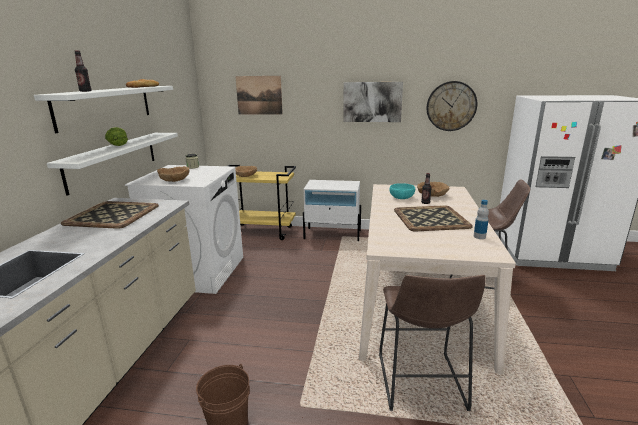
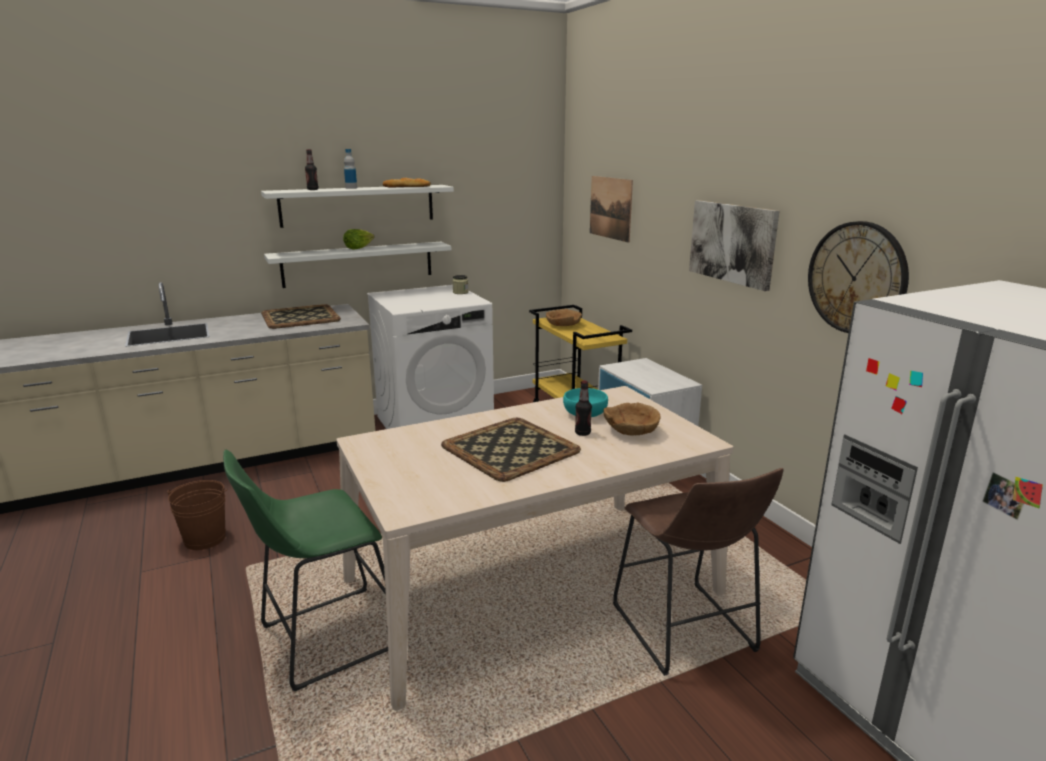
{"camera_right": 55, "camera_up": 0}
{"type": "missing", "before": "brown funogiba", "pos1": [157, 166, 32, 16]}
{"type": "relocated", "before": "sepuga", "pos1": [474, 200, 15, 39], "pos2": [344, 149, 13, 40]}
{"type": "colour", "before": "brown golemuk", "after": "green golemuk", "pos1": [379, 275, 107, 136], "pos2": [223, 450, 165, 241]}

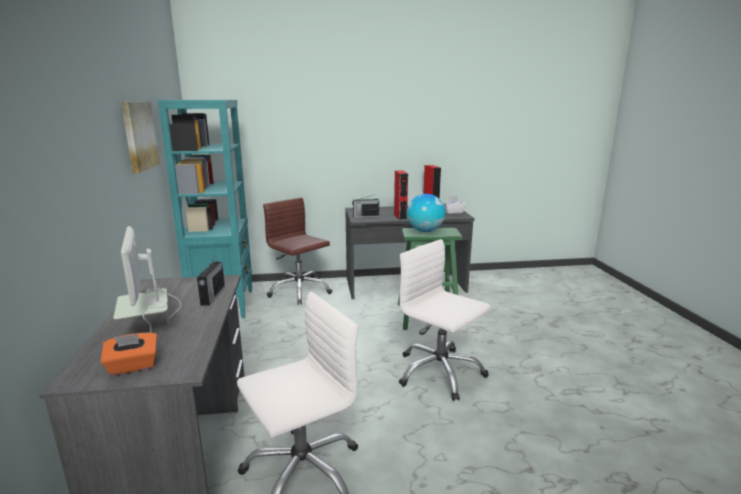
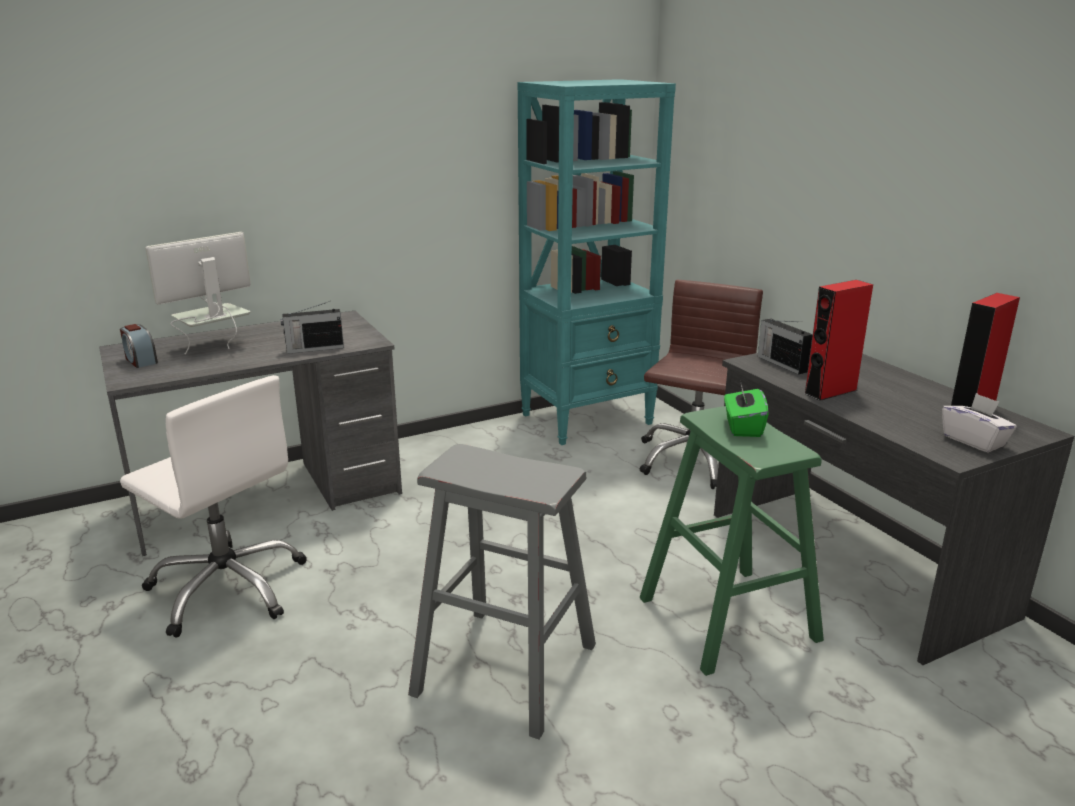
{"camera_right": 70, "camera_up": 5}
{"type": "missing", "before": "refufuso", "pos1": [121, 101, 39, 72]}
{"type": "exchanged", "before": "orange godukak", "after": "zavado", "pos1": [101, 333, 57, 42], "pos2": [120, 324, 38, 44]}
{"type": "exchanged", "before": "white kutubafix", "after": "grey golemuk", "pos1": [399, 239, 91, 162], "pos2": [408, 444, 188, 296]}
{"type": "exchanged", "before": "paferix", "after": "green godukak", "pos1": [407, 194, 38, 38], "pos2": [724, 384, 45, 53]}

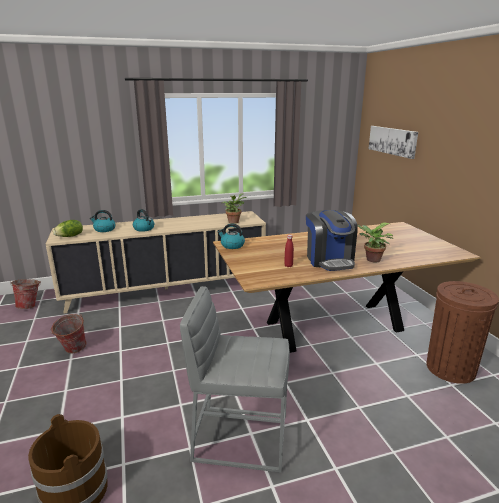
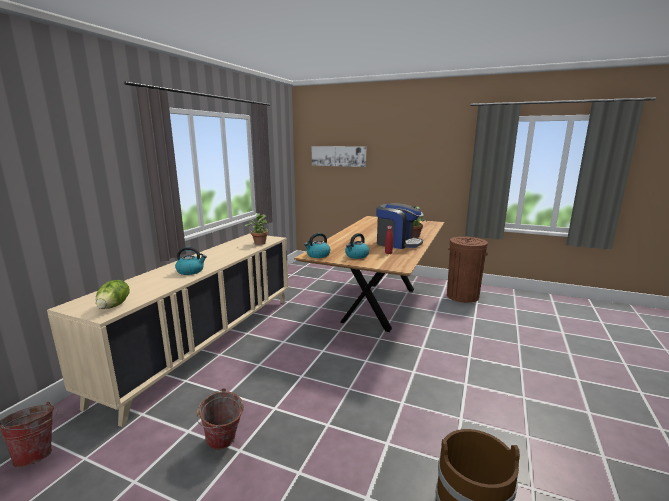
{"camera_right": -50, "camera_up": -5}
{"type": "missing", "before": "grey golemuk", "pos1": [180, 286, 110, 187]}
{"type": "relocated", "before": "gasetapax", "pos1": [90, 210, 26, 22], "pos2": [345, 233, 24, 26]}

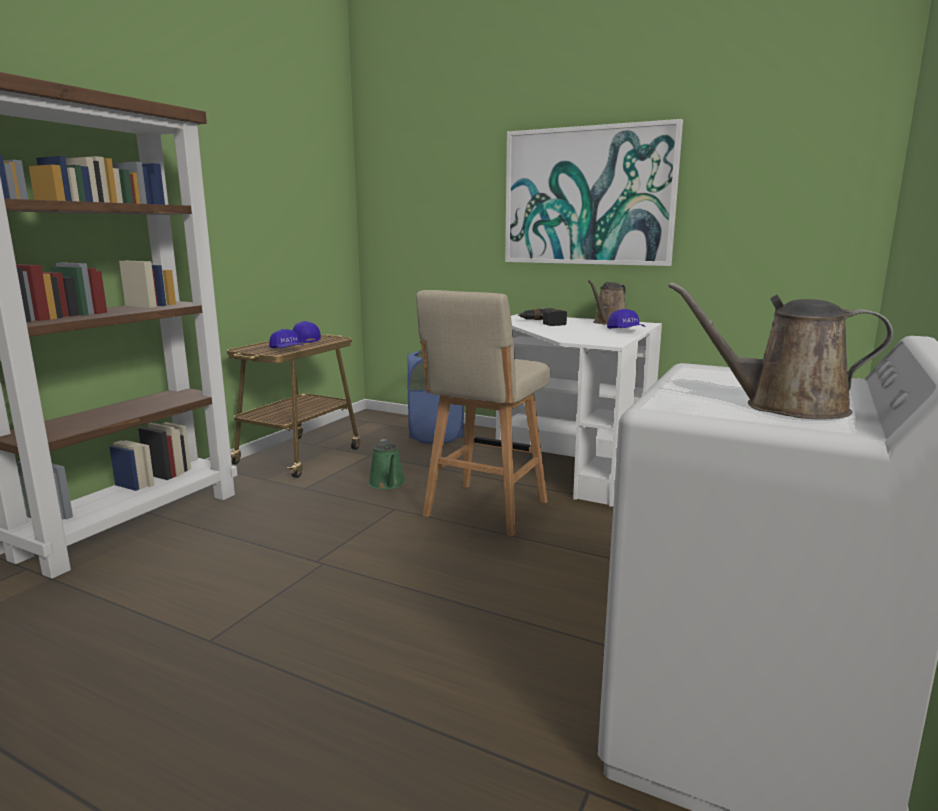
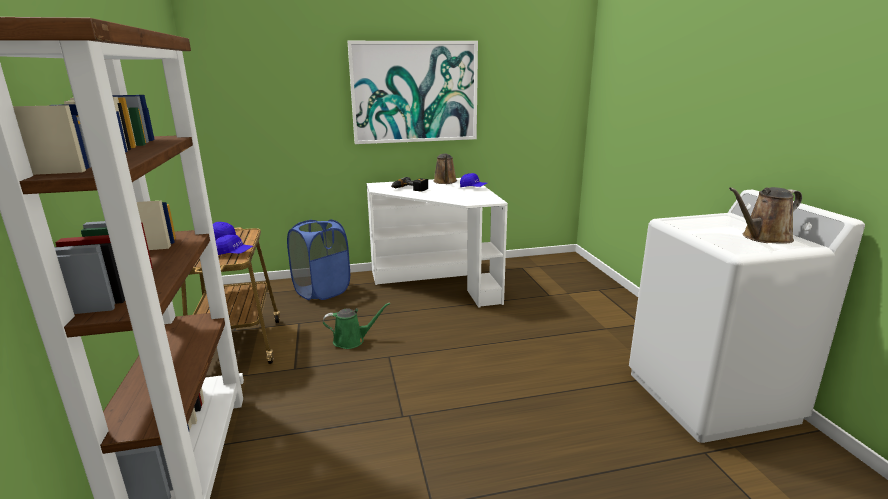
{"camera_right": -40, "camera_up": 5}
{"type": "missing", "before": "beige golemuk", "pos1": [416, 290, 134, 246]}
{"type": "spun", "before": "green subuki", "pos1": [368, 439, 38, 51], "pos2": [323, 303, 67, 46], "turn": -45}

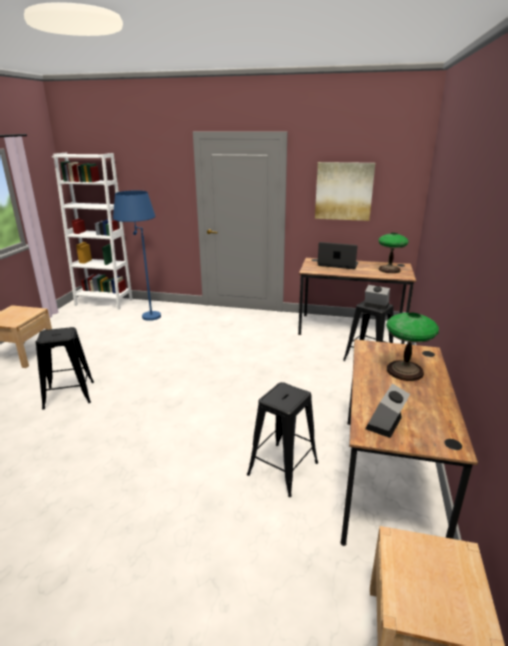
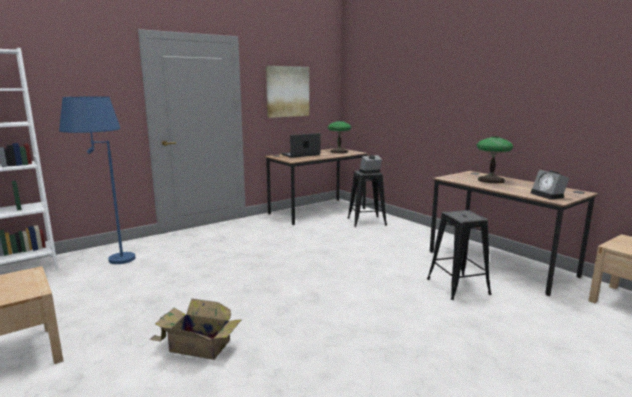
{"camera_right": -50, "camera_up": -10}
{"type": "exchanged", "before": "black golemuk", "after": "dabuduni", "pos1": [36, 327, 58, 83], "pos2": [149, 299, 93, 61]}

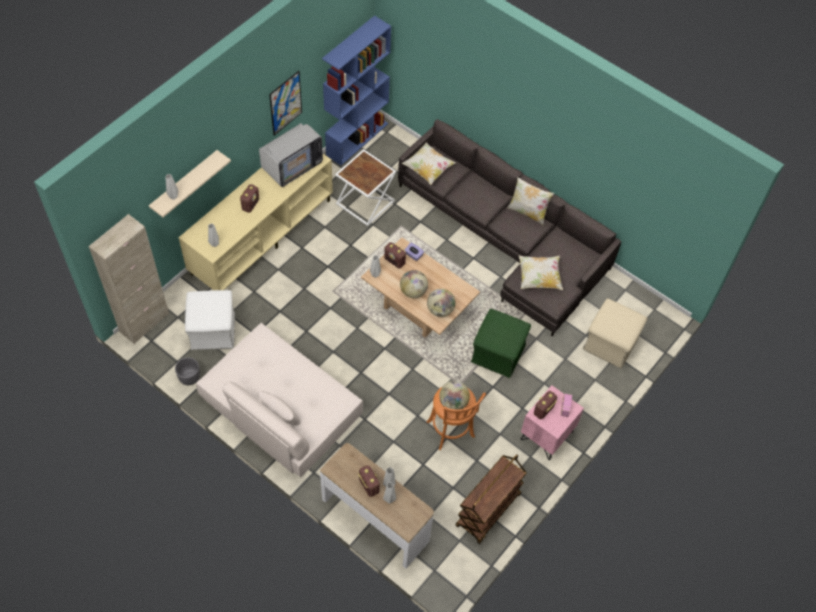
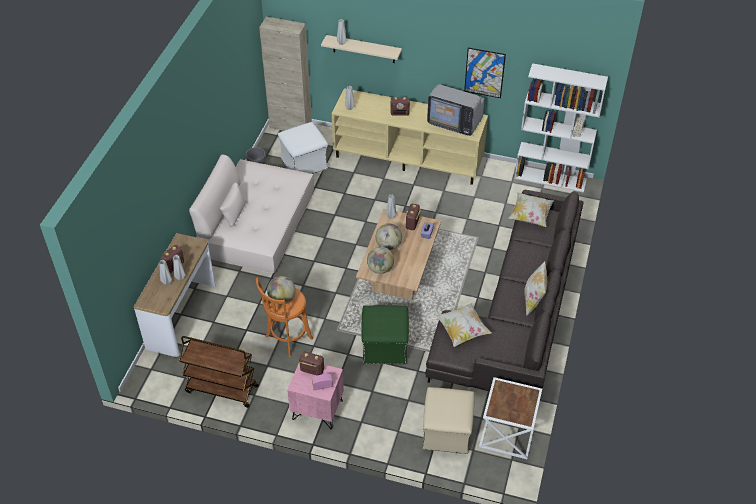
{"camera_right": 70, "camera_up": -10}
{"type": "relocated", "before": "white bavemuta", "pos1": [335, 149, 61, 77], "pos2": [479, 377, 63, 82]}
{"type": "colour", "before": "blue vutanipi", "after": "white vutanipi", "pos1": [322, 16, 69, 149], "pos2": [514, 63, 94, 130]}

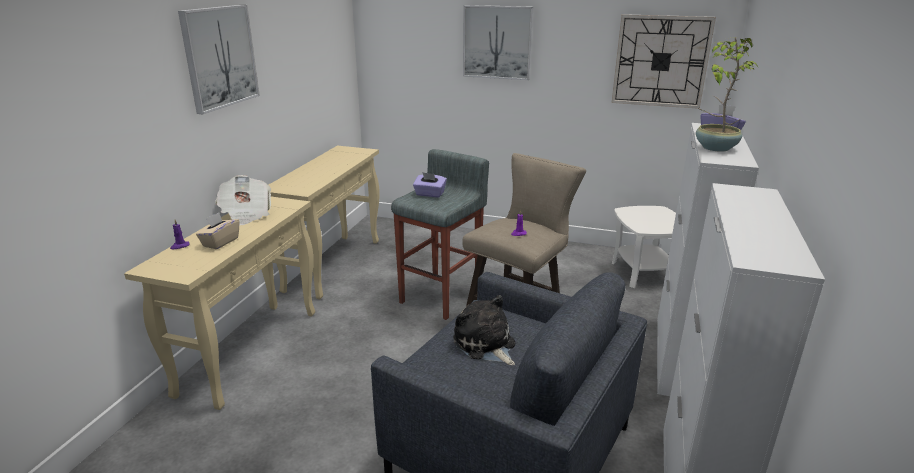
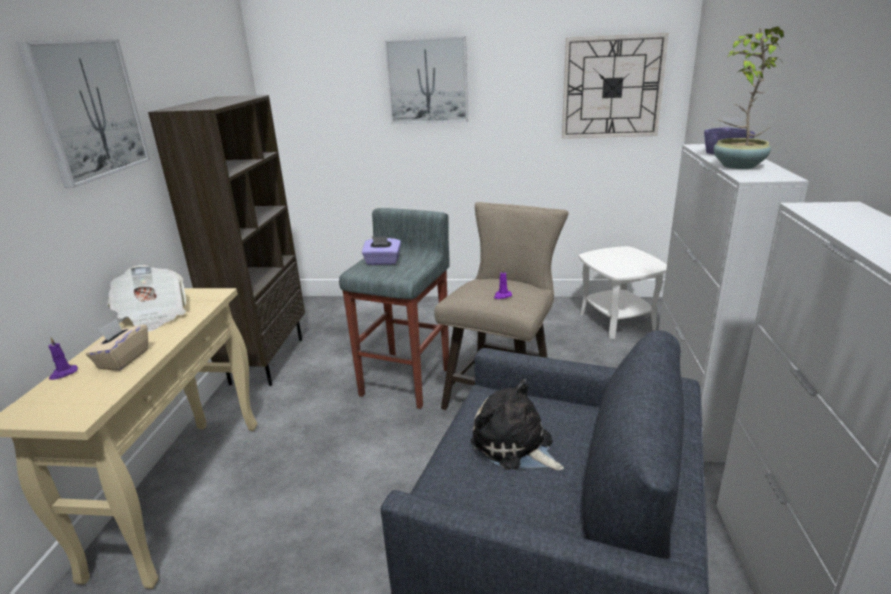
{"camera_right": -10, "camera_up": 0}
{"type": "exchanged", "before": "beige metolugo", "after": "brown vutanipi", "pos1": [268, 146, 112, 153], "pos2": [148, 95, 157, 291]}

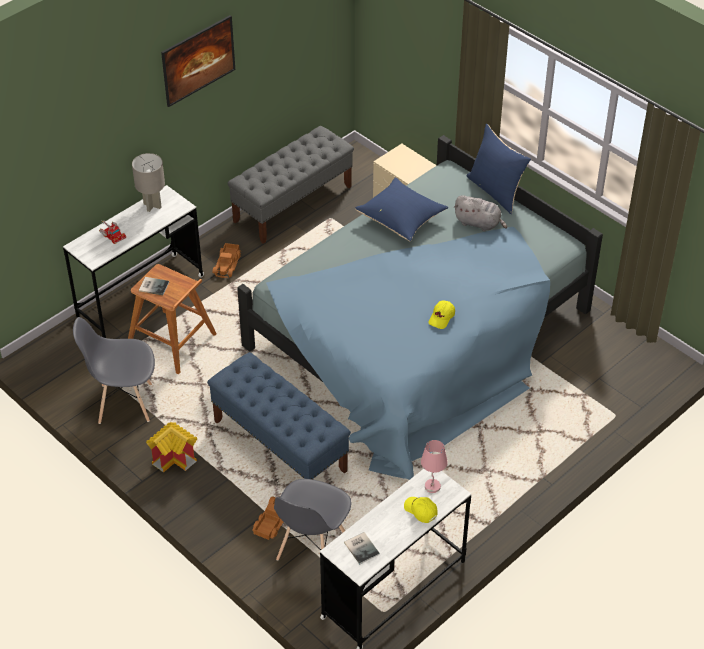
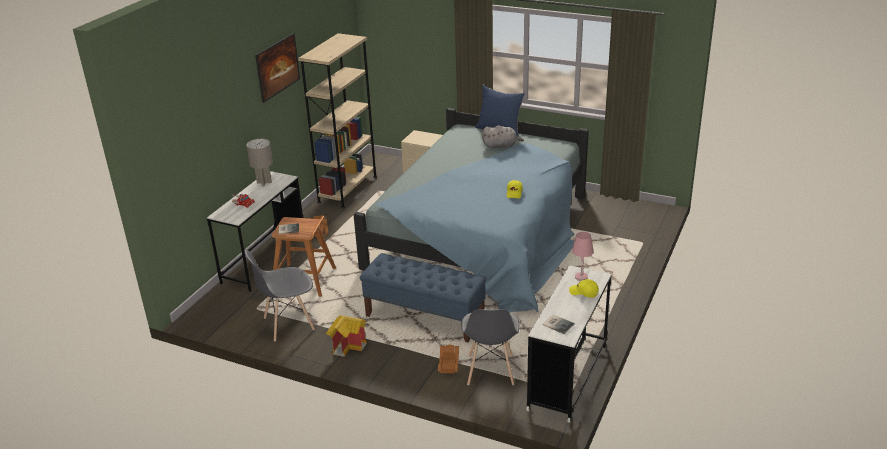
{"camera_right": -20, "camera_up": -15}
{"type": "missing", "before": "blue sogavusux", "pos1": [355, 177, 93, 64]}
{"type": "exchanged", "before": "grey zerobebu", "after": "beige vutanipi", "pos1": [227, 126, 127, 118], "pos2": [298, 33, 79, 175]}

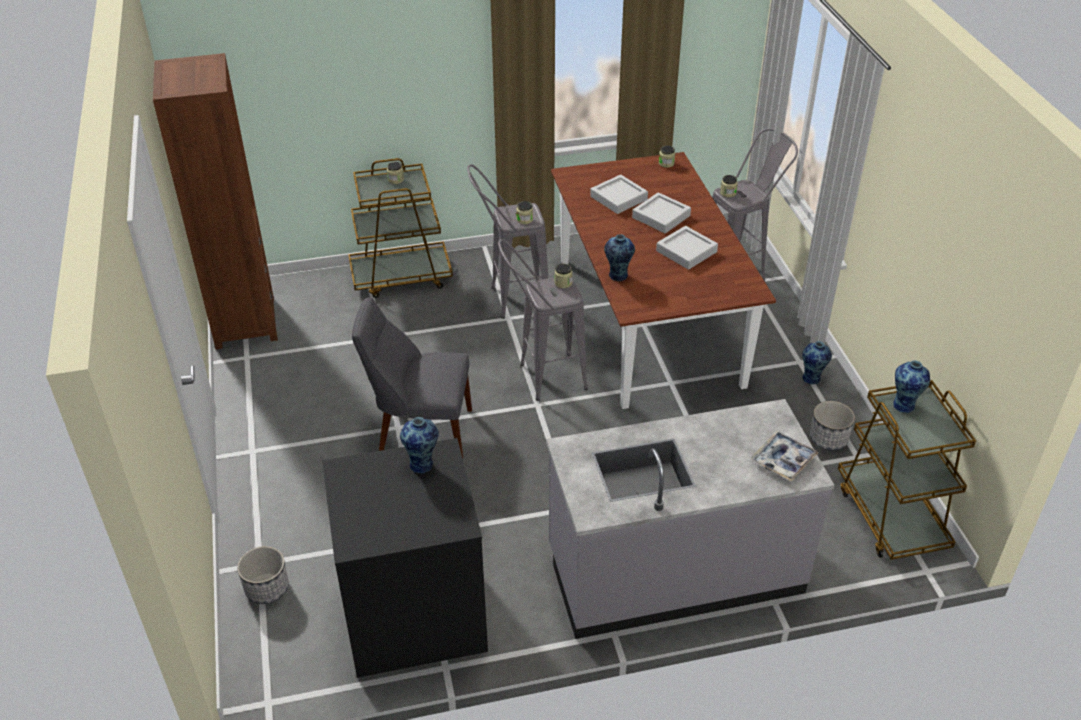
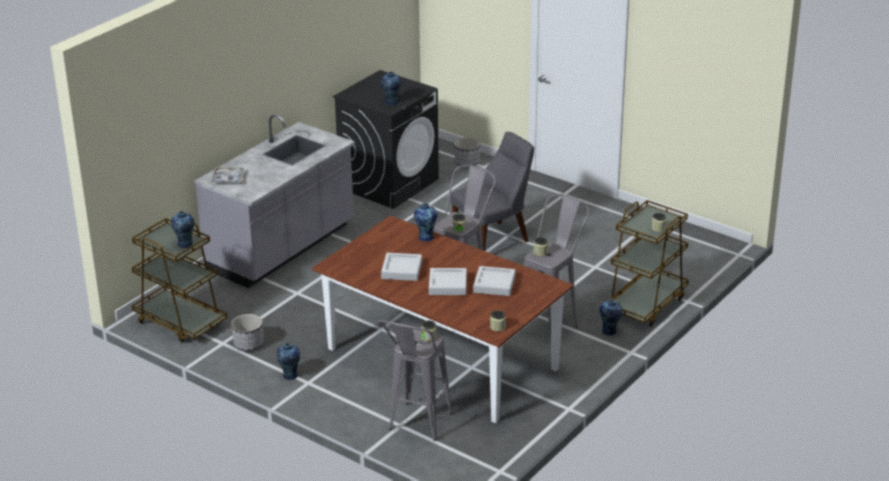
{"camera_right": 140, "camera_up": -10}
{"type": "missing", "before": "brown vutanipi", "pos1": [153, 53, 125, 296]}
{"type": "appeared", "after": "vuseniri", "pos2": [600, 299, 23, 37]}

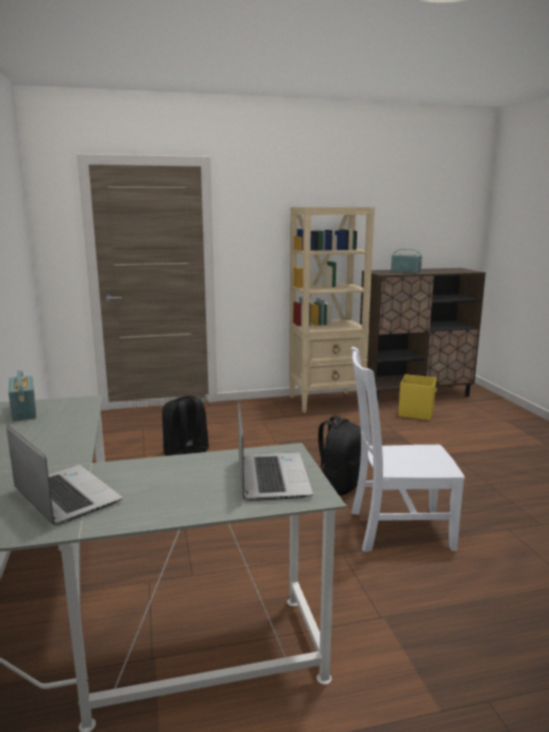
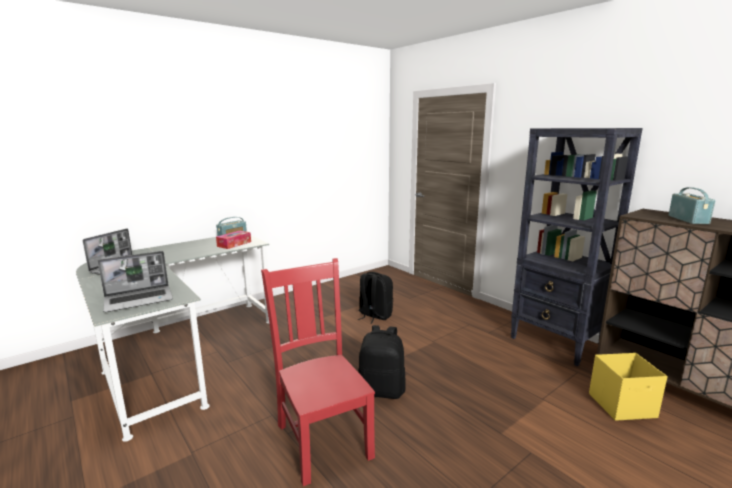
{"camera_right": 65, "camera_up": 0}
{"type": "appeared", "after": "godukak", "pos2": [216, 231, 35, 18]}
{"type": "colour", "before": "beige vutanipi", "after": "black vutanipi", "pos1": [289, 207, 86, 206], "pos2": [511, 128, 132, 238]}
{"type": "colour", "before": "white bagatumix", "after": "red bagatumix", "pos1": [351, 347, 114, 205], "pos2": [261, 258, 114, 228]}

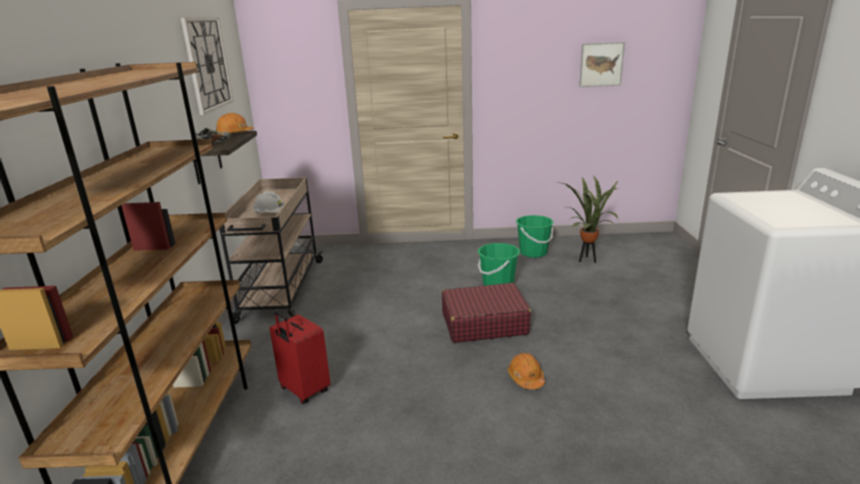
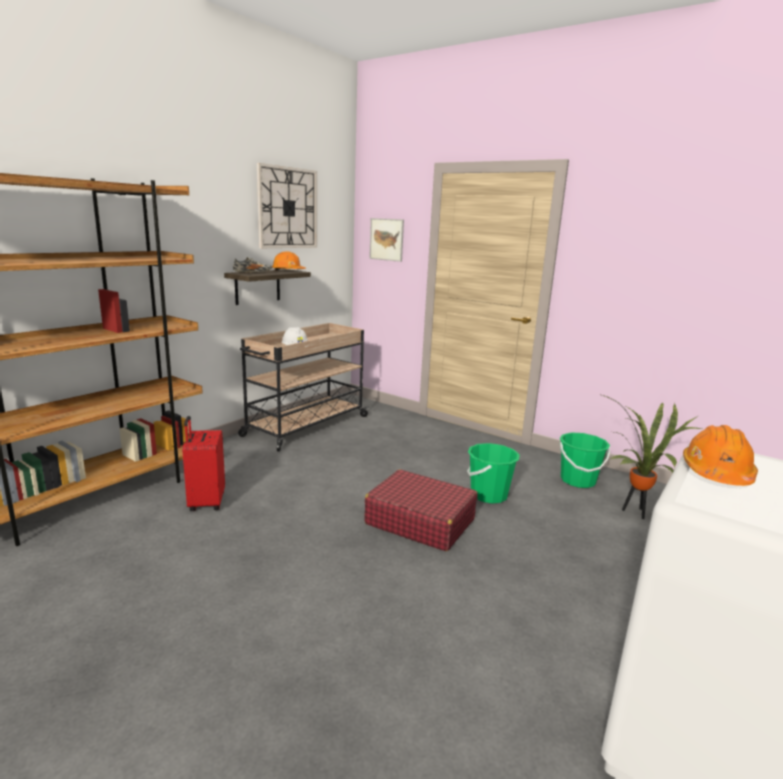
{"camera_right": 35, "camera_up": -5}
{"type": "relocated", "before": "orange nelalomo", "pos1": [508, 353, 37, 36], "pos2": [683, 425, 75, 61]}
{"type": "relocated", "before": "refufuso", "pos1": [579, 42, 46, 45], "pos2": [369, 218, 35, 44]}

